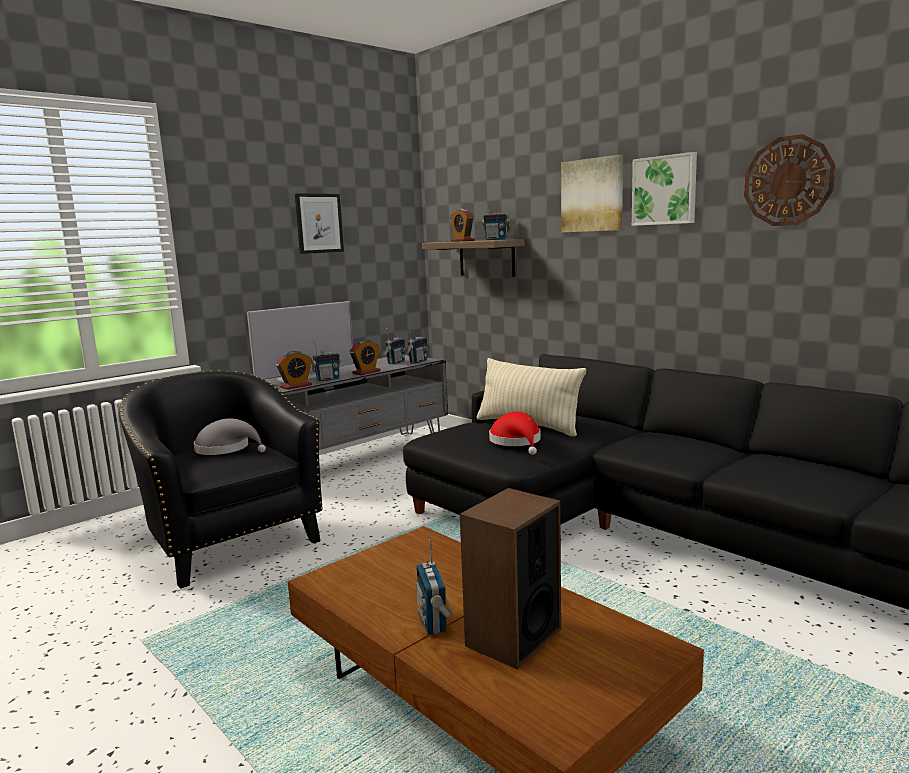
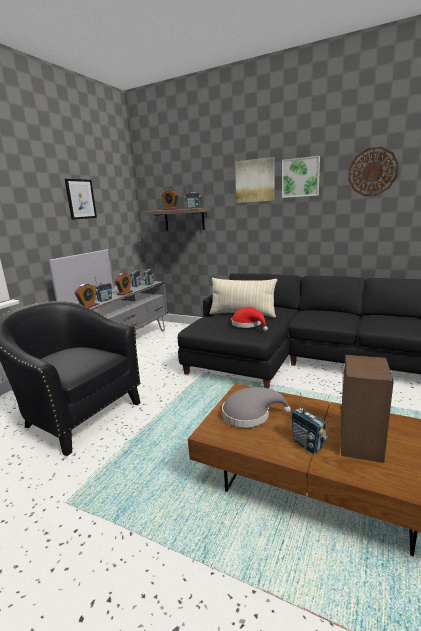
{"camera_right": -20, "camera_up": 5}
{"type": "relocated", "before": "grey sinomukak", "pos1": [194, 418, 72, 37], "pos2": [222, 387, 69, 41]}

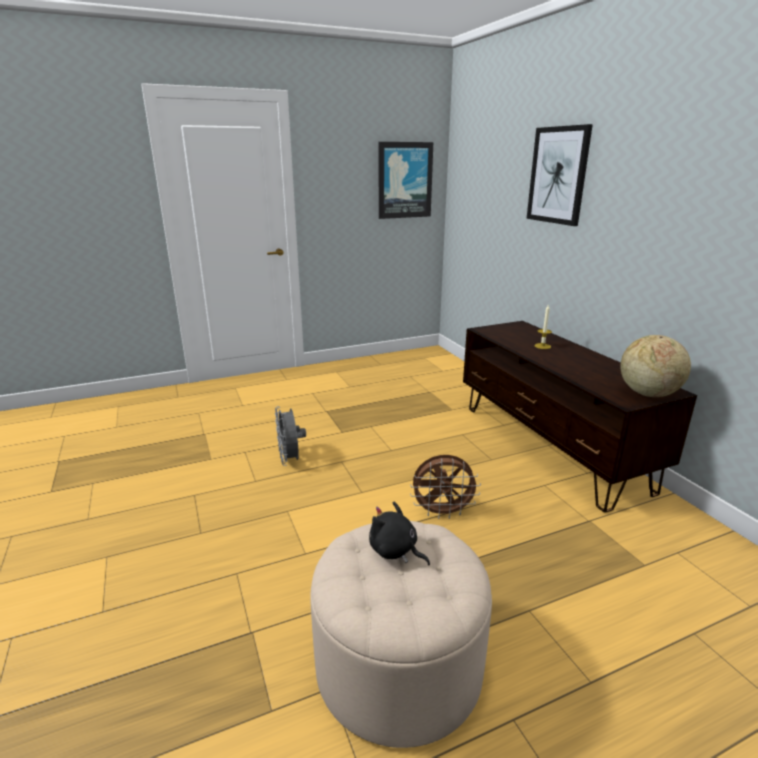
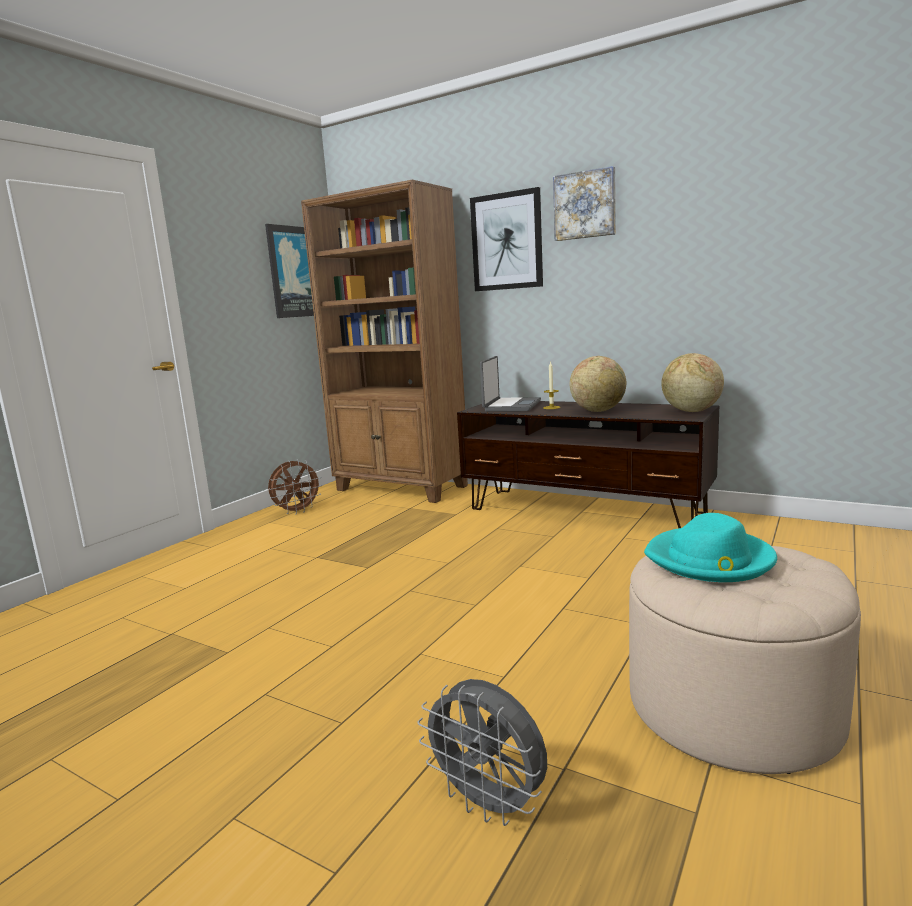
{"camera_right": -35, "camera_up": -10}
{"type": "appeared", "after": "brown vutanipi", "pos2": [301, 180, 167, 323]}
{"type": "appeared", "after": "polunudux", "pos2": [480, 356, 61, 56]}
{"type": "appeared", "after": "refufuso", "pos2": [553, 166, 63, 75]}
{"type": "appeared", "after": "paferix", "pos2": [570, 356, 56, 56]}
{"type": "relocated", "before": "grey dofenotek", "pos1": [275, 406, 31, 60], "pos2": [417, 679, 130, 147]}
{"type": "relocated", "before": "brown dofenotek", "pos1": [410, 455, 71, 64], "pos2": [268, 459, 55, 56]}
{"type": "exchanged", "before": "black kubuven", "after": "turquoise sinomukak", "pos1": [369, 502, 61, 63], "pos2": [644, 513, 133, 69]}

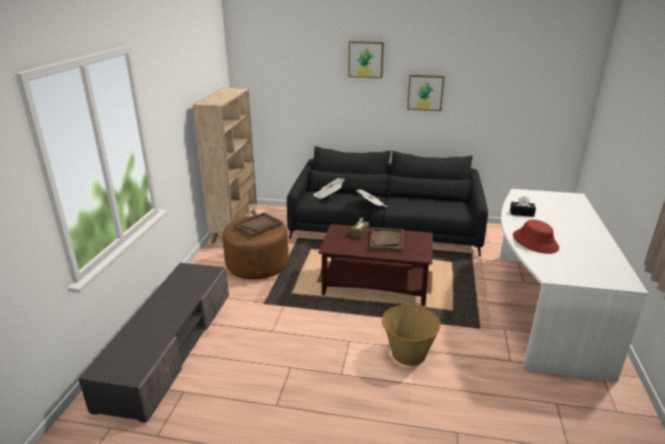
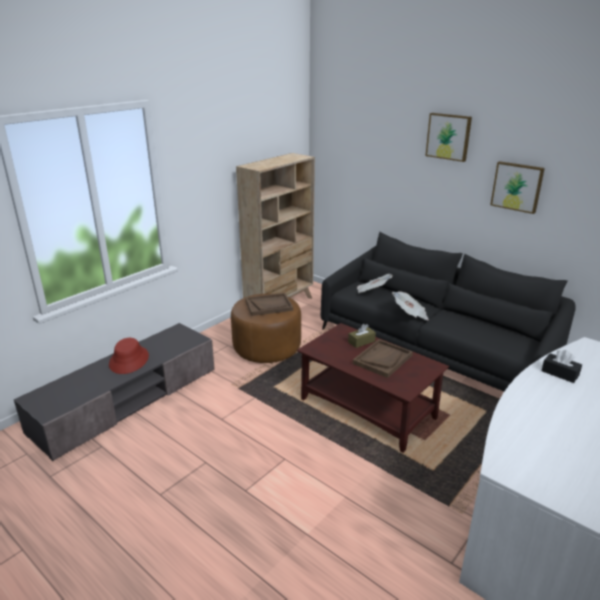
{"camera_right": 30, "camera_up": 0}
{"type": "missing", "before": "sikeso", "pos1": [382, 305, 58, 61]}
{"type": "relocated", "before": "red sinomukak", "pos1": [513, 220, 46, 34], "pos2": [109, 338, 40, 36]}

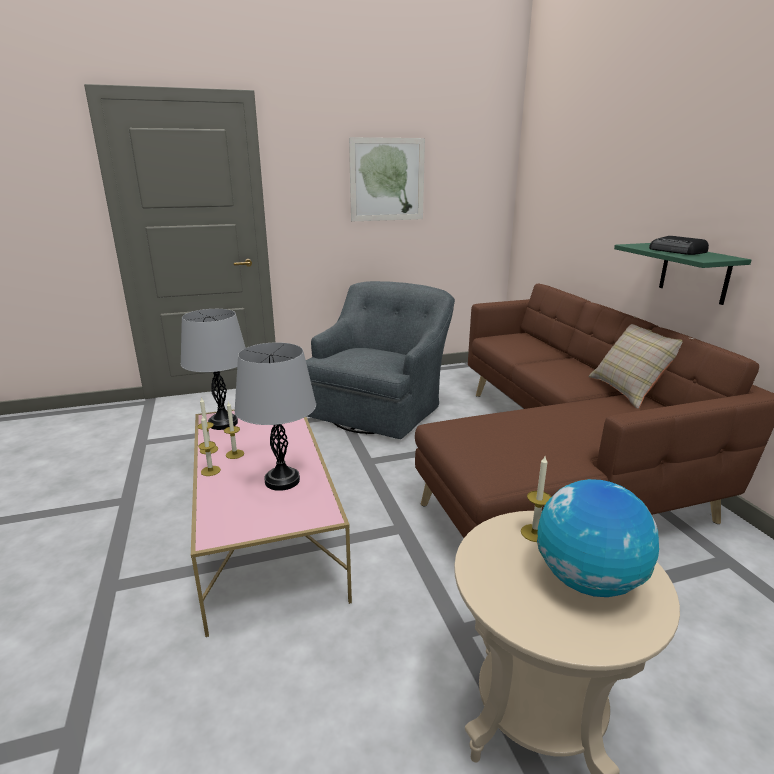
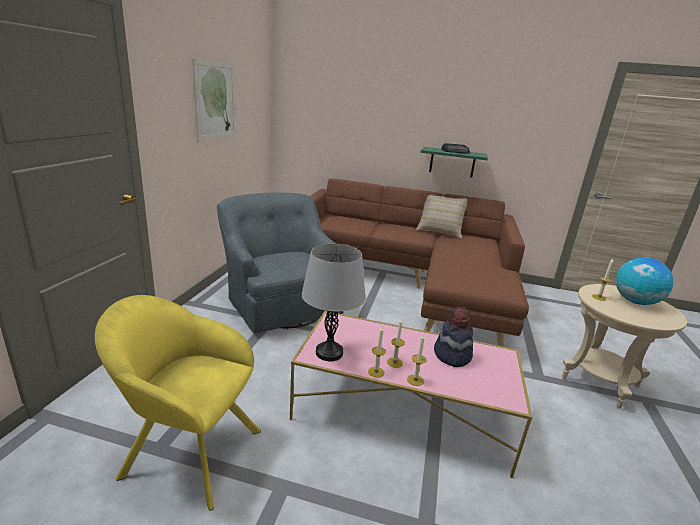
{"camera_right": -60, "camera_up": 0}
{"type": "appeared", "after": "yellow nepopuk", "pos2": [95, 295, 166, 216]}
{"type": "exchanged", "before": "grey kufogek", "after": "sinomukak", "pos1": [234, 342, 82, 149], "pos2": [434, 307, 39, 60]}

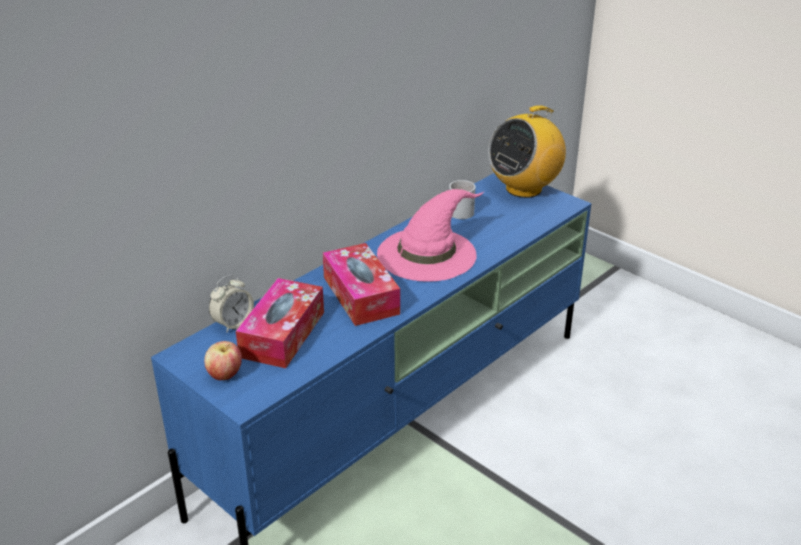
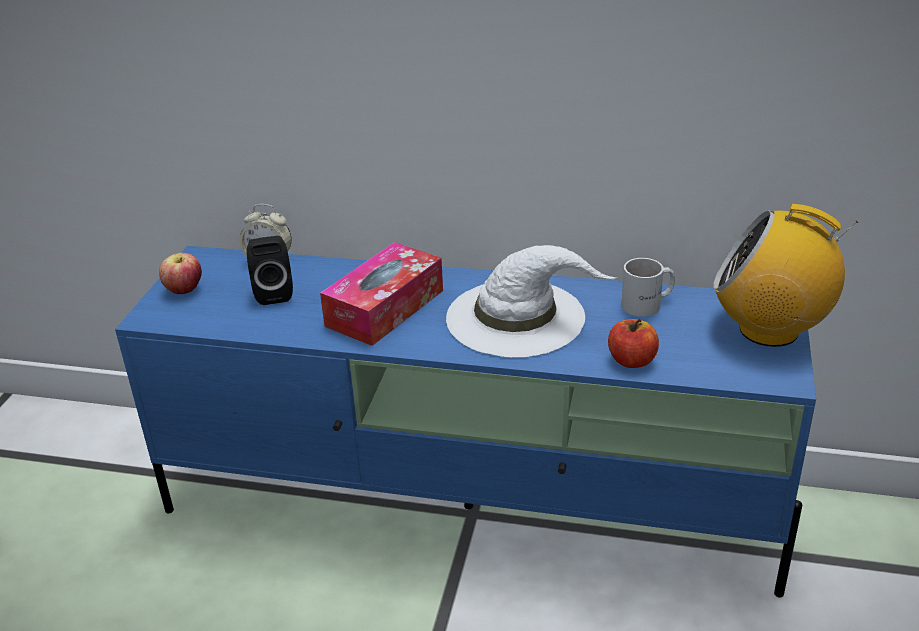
{"camera_right": 60, "camera_up": 0}
{"type": "appeared", "after": "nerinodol", "pos2": [608, 319, 51, 49]}
{"type": "exchanged", "before": "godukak", "after": "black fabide", "pos1": [236, 278, 88, 90], "pos2": [247, 236, 46, 69]}
{"type": "colour", "before": "pink sinomukak", "after": "white sinomukak", "pos1": [377, 189, 107, 93], "pos2": [446, 245, 171, 112]}

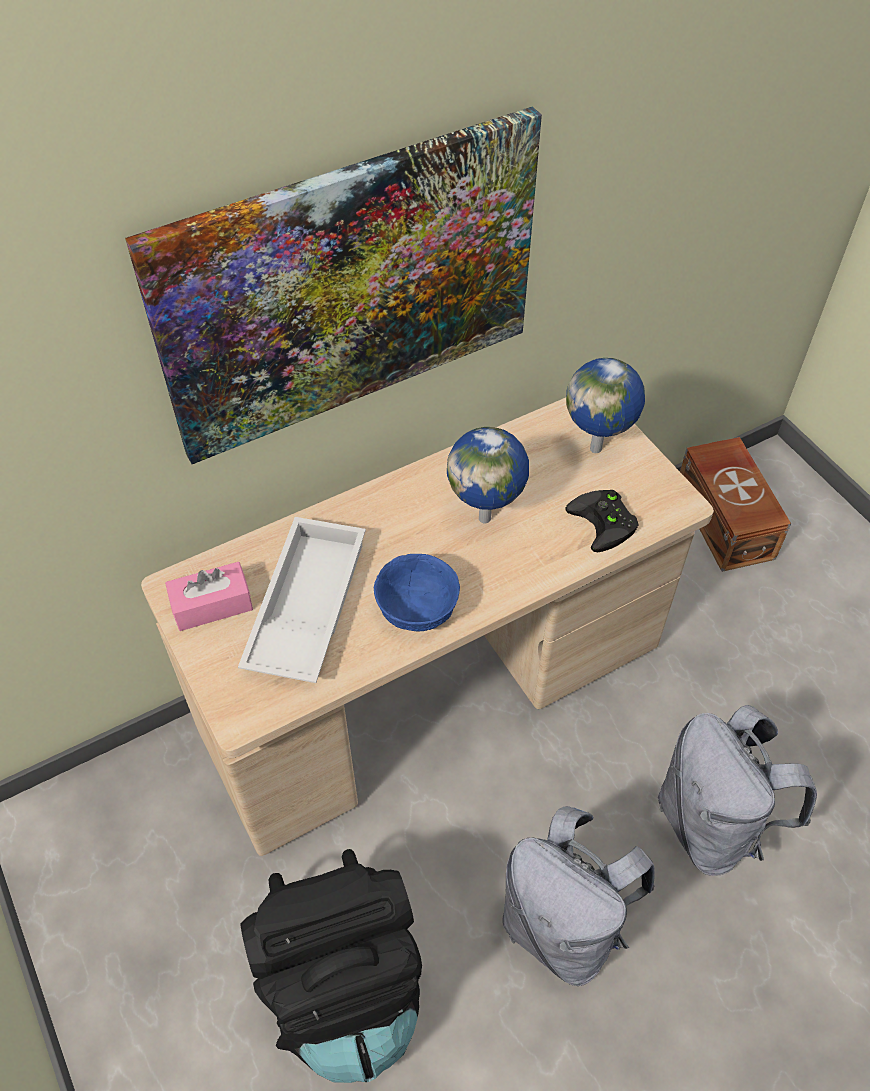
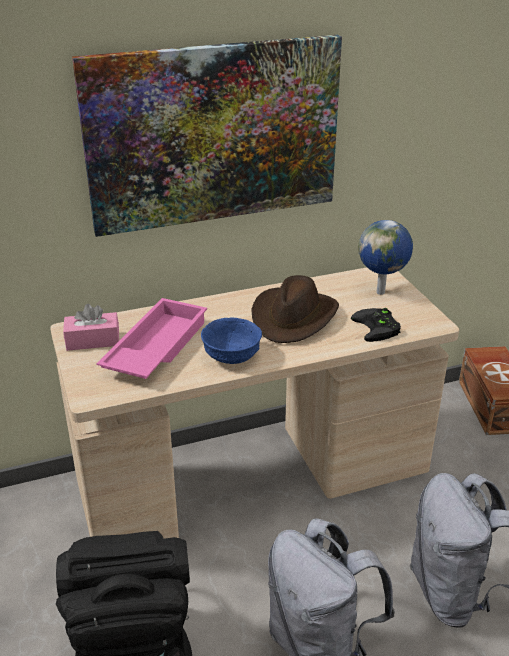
{"camera_right": 10, "camera_up": -20}
{"type": "exchanged", "before": "paferix", "after": "brown sinomukak", "pos1": [447, 427, 82, 97], "pos2": [251, 275, 88, 68]}
{"type": "colour", "before": "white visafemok", "after": "pink visafemok", "pos1": [238, 517, 128, 166], "pos2": [96, 298, 111, 81]}

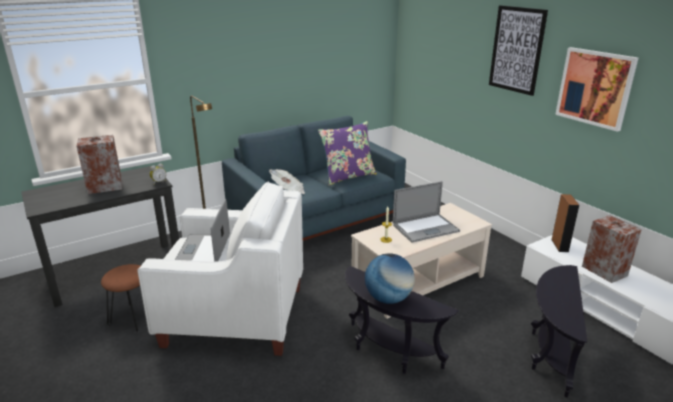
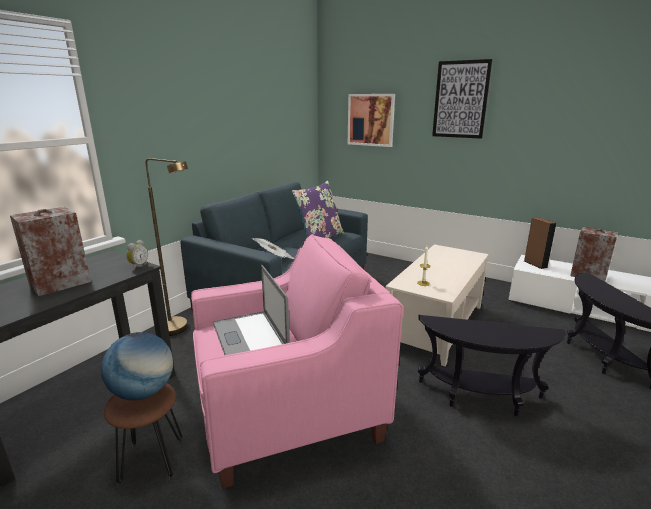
{"camera_right": -25, "camera_up": -5}
{"type": "missing", "before": "polunudux", "pos1": [393, 181, 67, 61]}
{"type": "relocated", "before": "paferix", "pos1": [365, 253, 50, 51], "pos2": [101, 332, 72, 68]}
{"type": "relocated", "before": "refufuso", "pos1": [555, 47, 83, 85], "pos2": [348, 94, 47, 53]}
{"type": "colour", "before": "white nepopuk", "after": "pink nepopuk", "pos1": [137, 181, 166, 175], "pos2": [191, 235, 212, 254]}

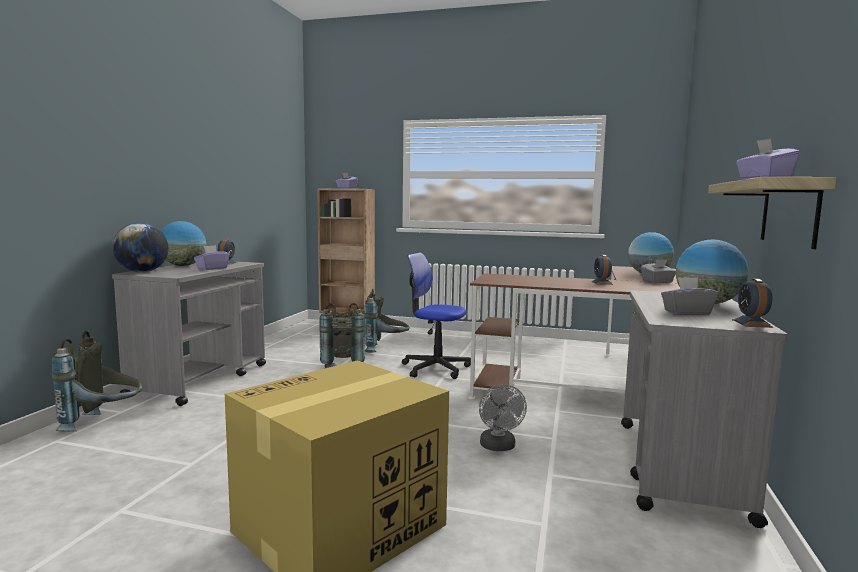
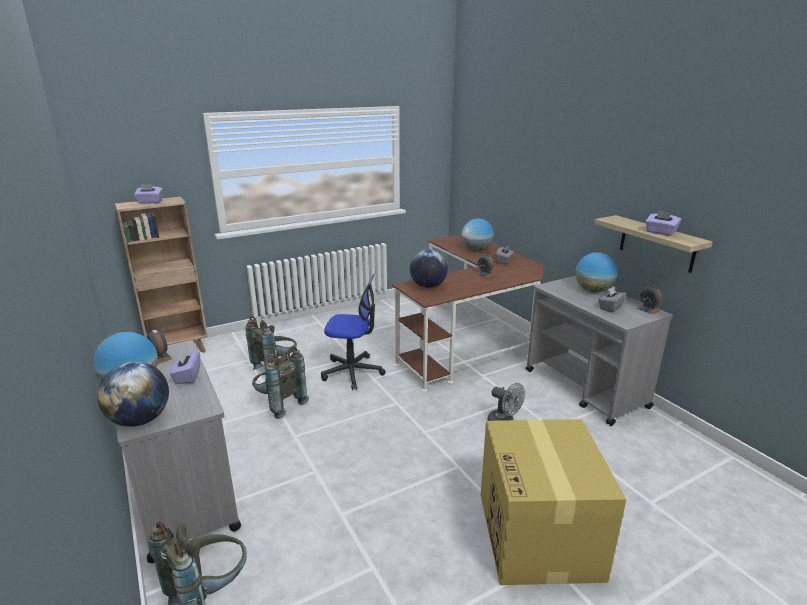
{"camera_right": -45, "camera_up": 15}
{"type": "appeared", "after": "paferix", "pos2": [410, 249, 38, 39]}
{"type": "spun", "before": "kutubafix", "pos1": [402, 253, 69, 126], "pos2": [321, 273, 65, 117], "turn": -150}

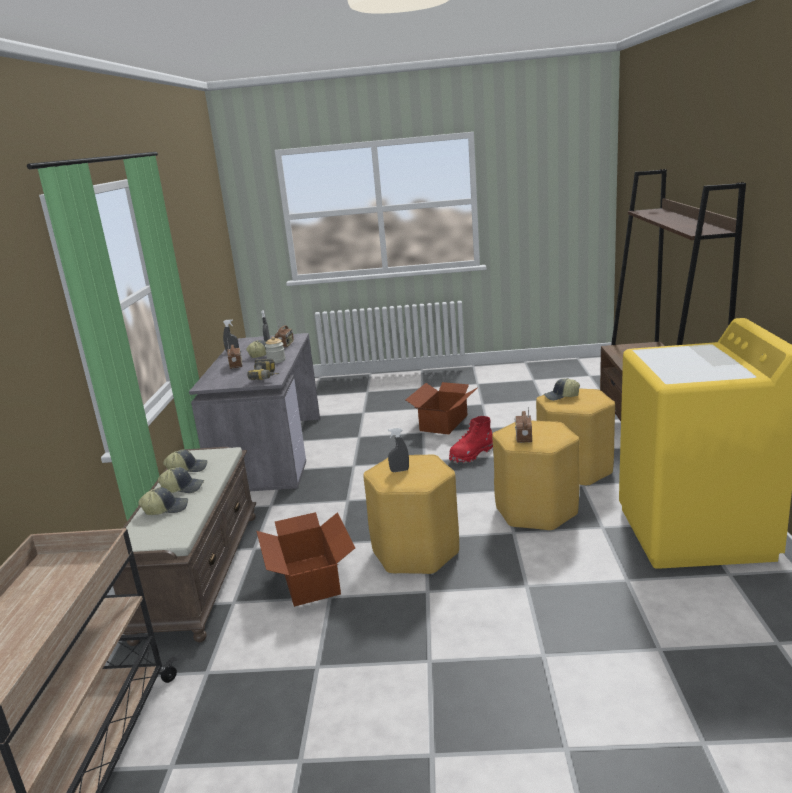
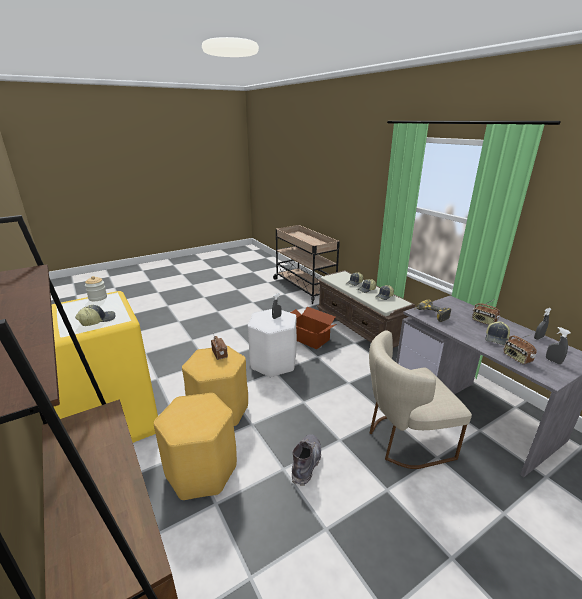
{"camera_right": 145, "camera_up": 5}
{"type": "missing", "before": "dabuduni", "pos1": [406, 382, 71, 53]}
{"type": "appeared", "after": "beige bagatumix", "pos2": [369, 330, 103, 139]}
{"type": "relocated", "before": "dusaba", "pos1": [265, 337, 20, 26], "pos2": [85, 276, 22, 25]}
{"type": "relocated", "before": "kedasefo", "pos1": [543, 378, 37, 23], "pos2": [75, 305, 41, 21]}
{"type": "colour", "before": "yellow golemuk", "after": "white golemuk", "pos1": [363, 454, 96, 120], "pos2": [248, 309, 49, 69]}
{"type": "colour", "before": "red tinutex", "after": "grey tinutex", "pos1": [449, 416, 44, 48], "pos2": [292, 434, 29, 52]}

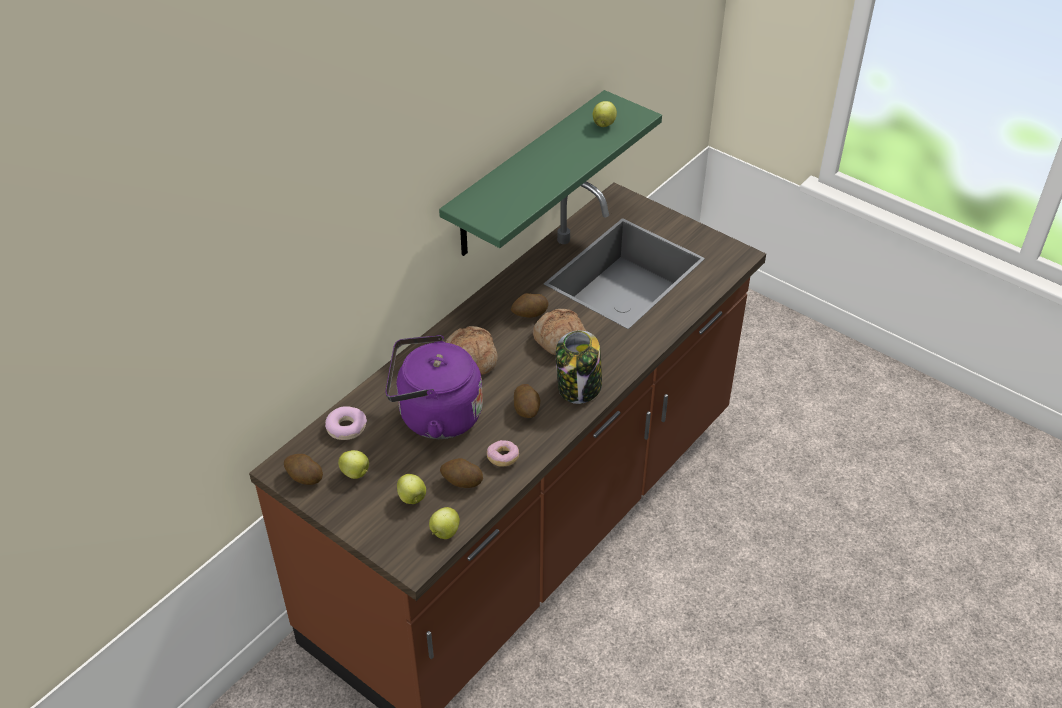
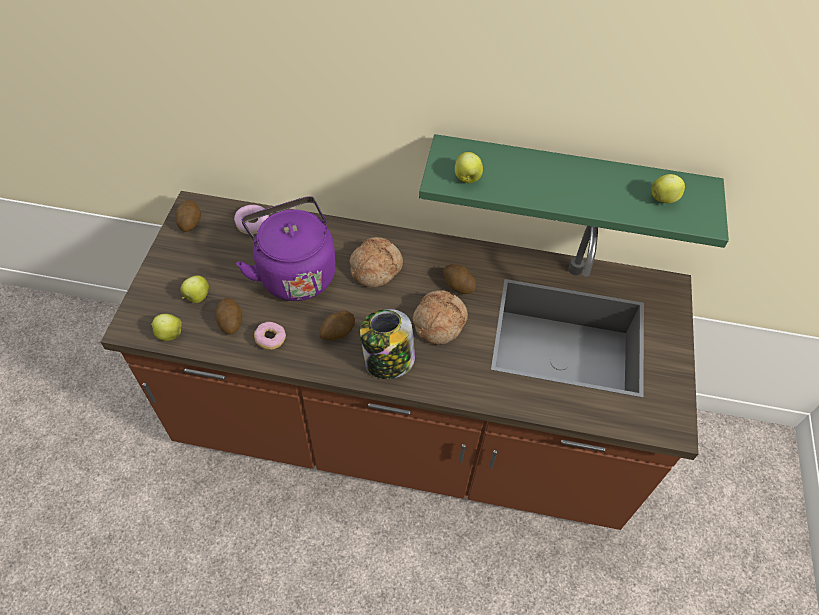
{"camera_right": 60, "camera_up": 10}
{"type": "relocated", "before": "nerinodol", "pos1": [338, 450, 31, 29], "pos2": [455, 152, 28, 31]}

